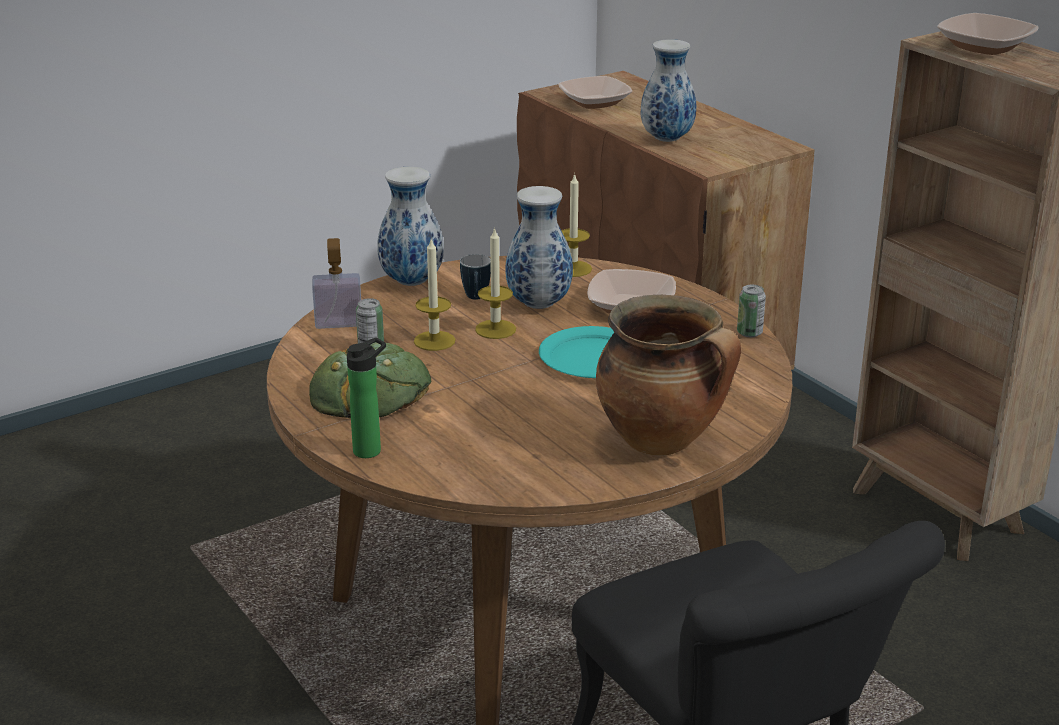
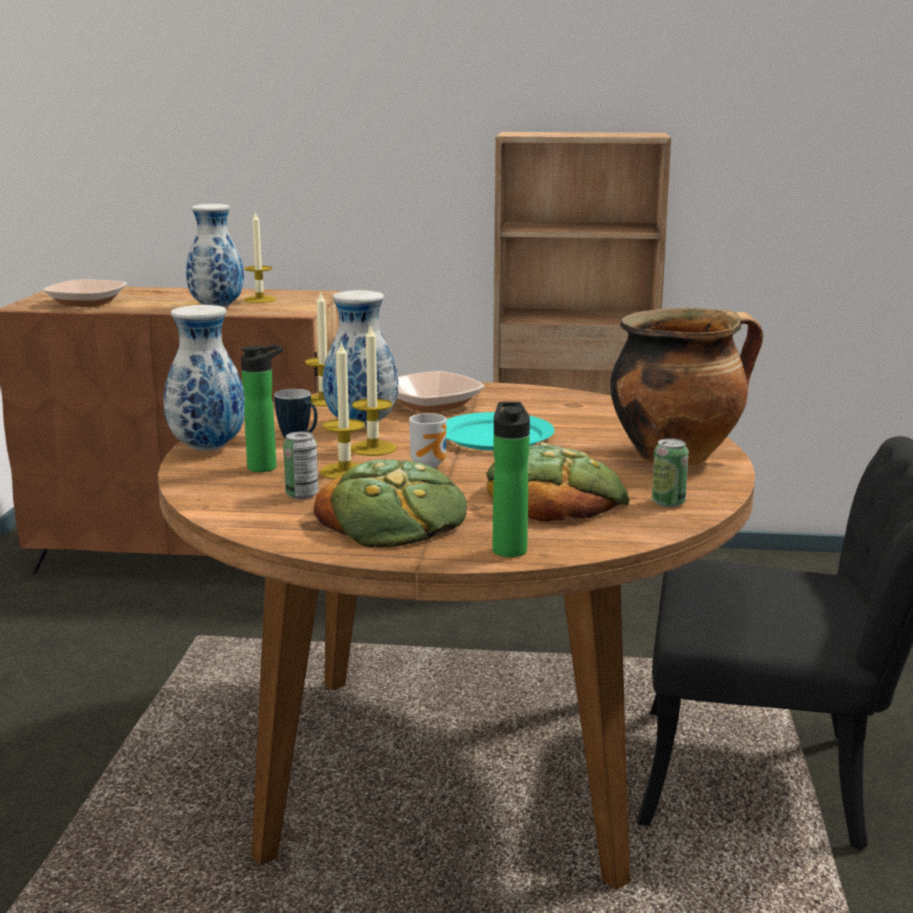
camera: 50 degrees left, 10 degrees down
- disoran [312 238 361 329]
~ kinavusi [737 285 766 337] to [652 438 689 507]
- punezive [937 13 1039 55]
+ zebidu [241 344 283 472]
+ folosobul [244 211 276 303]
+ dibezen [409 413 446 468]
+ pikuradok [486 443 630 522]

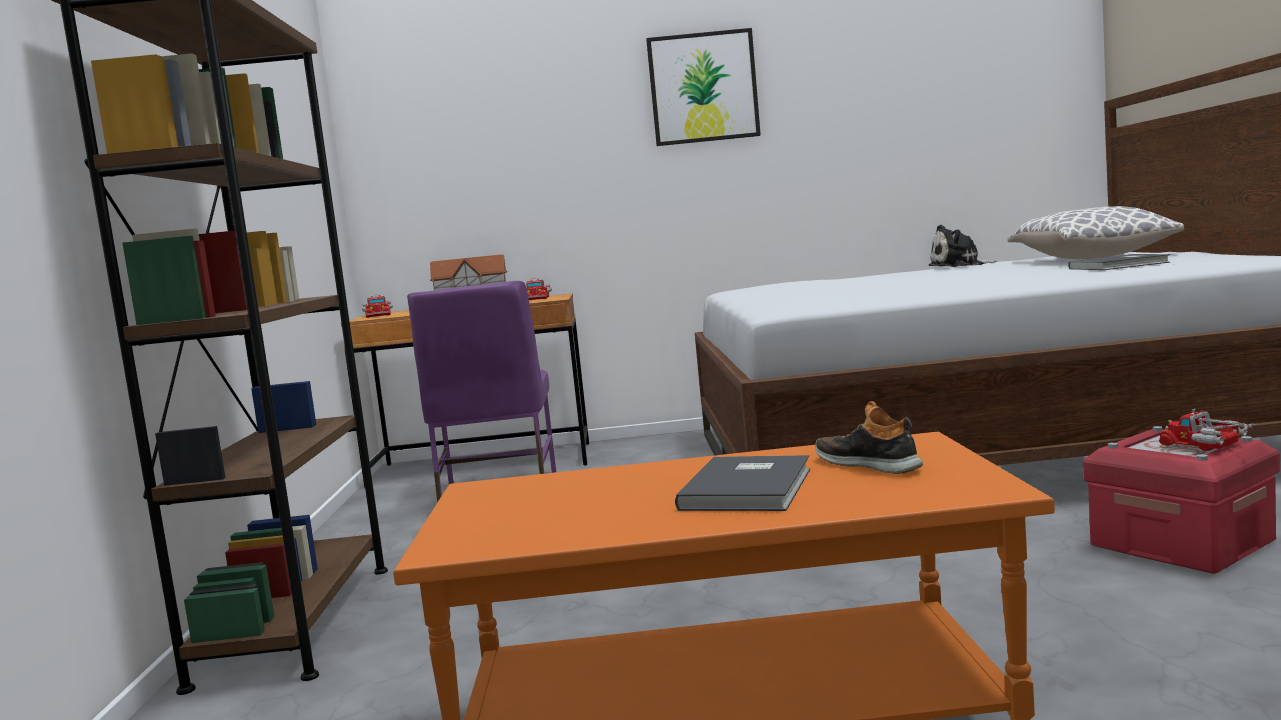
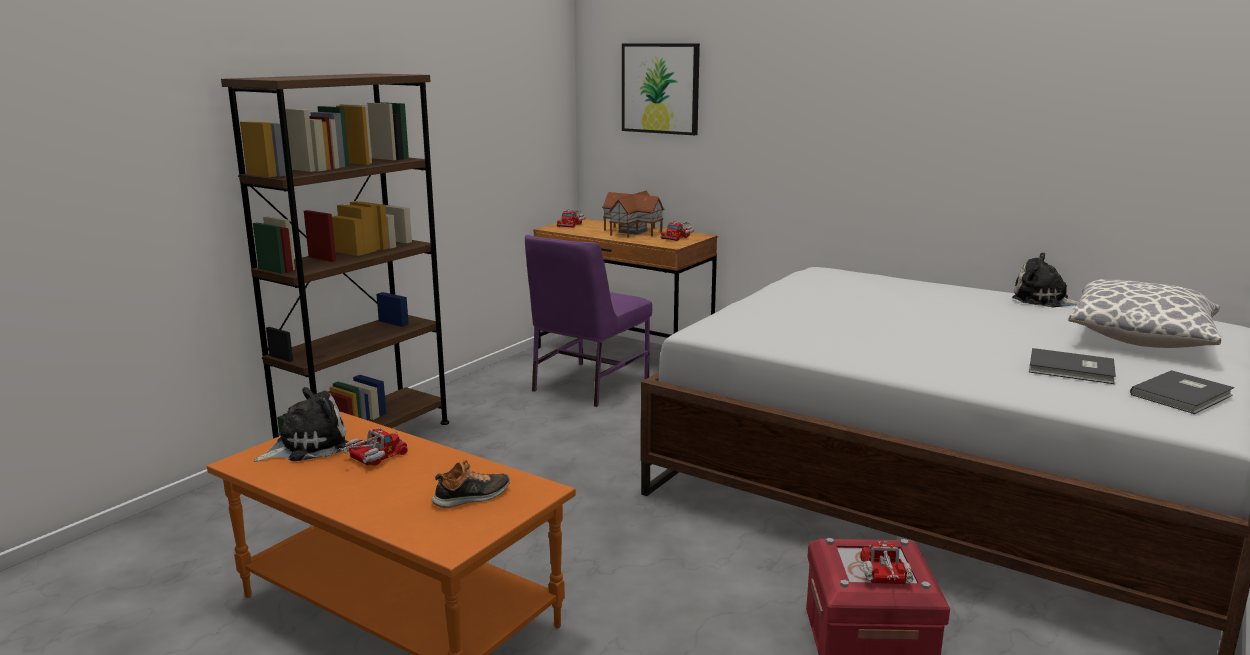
camera: 35 degrees right, 10 degrees up
~ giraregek [646 28 761 146] to [622 43 700 135]
~ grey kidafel [675 455 810 511] to [1130 370 1235 414]
~ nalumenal [815 401 923 474] = [431 459 510 508] 60 degrees clockwise
+ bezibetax [254 387 348 462]
+ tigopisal [339 427 408 466]

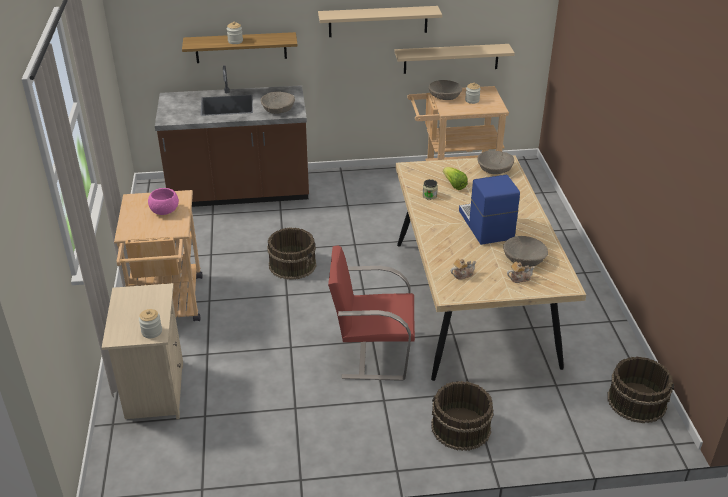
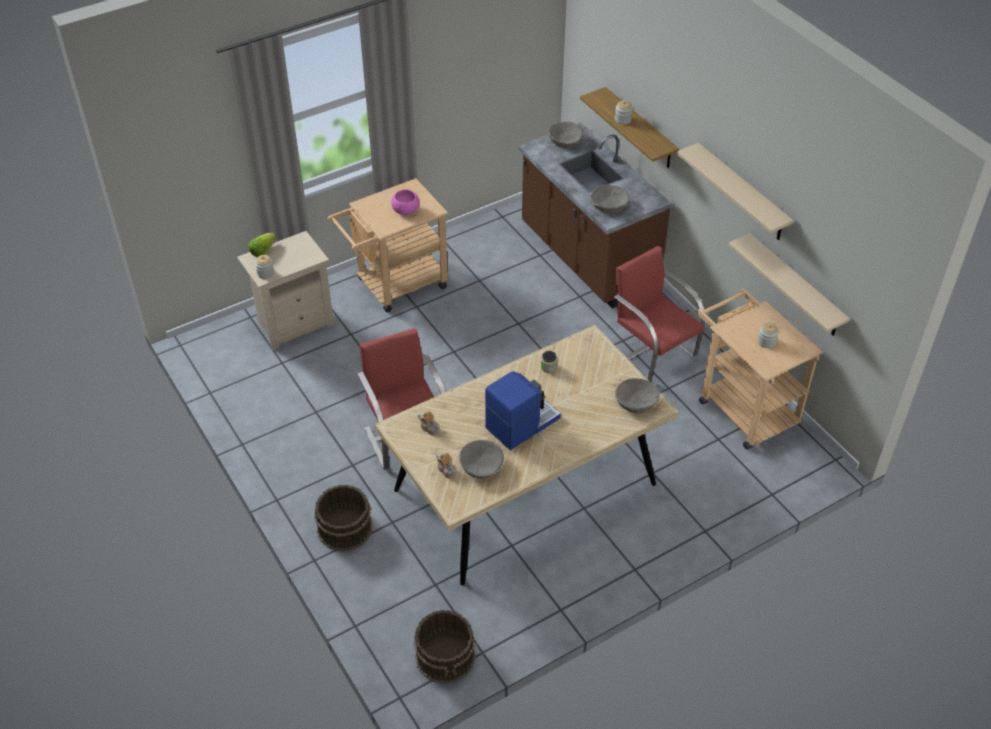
camera: 65 degrees right, 10 degrees up
- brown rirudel [267 228 316 280]
~ beige punezive [428 80 462 100] to [548 121 583 148]
~ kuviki [443 167 468 190] to [248 233 276 257]
+ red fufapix [614 246 705 382]

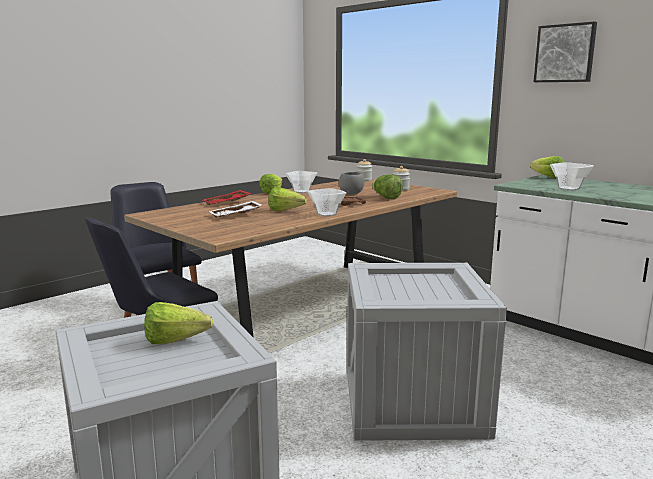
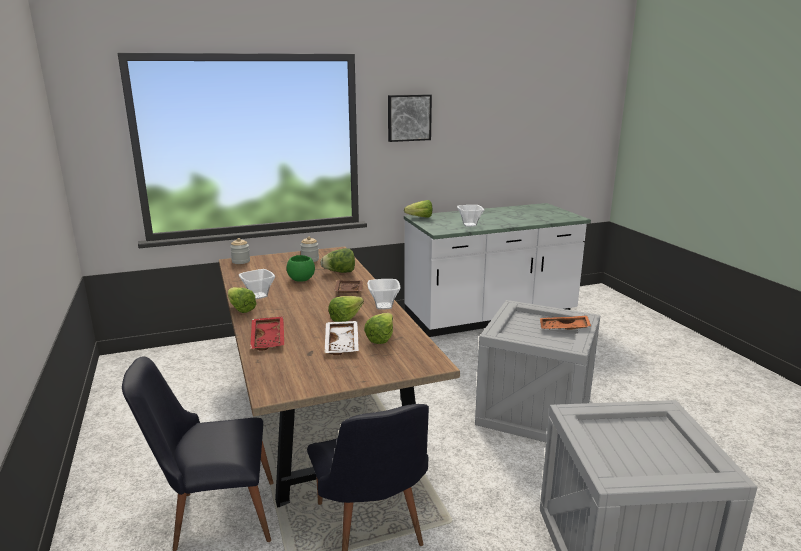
camera: 65 degrees left, 5 degrees up
~ kuviki [144 302 213 344] to [364 313 393 344]
~ grey punezive [339 172 365 195] to green punezive [287 255 315 282]
+ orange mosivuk [540 315 591 330]

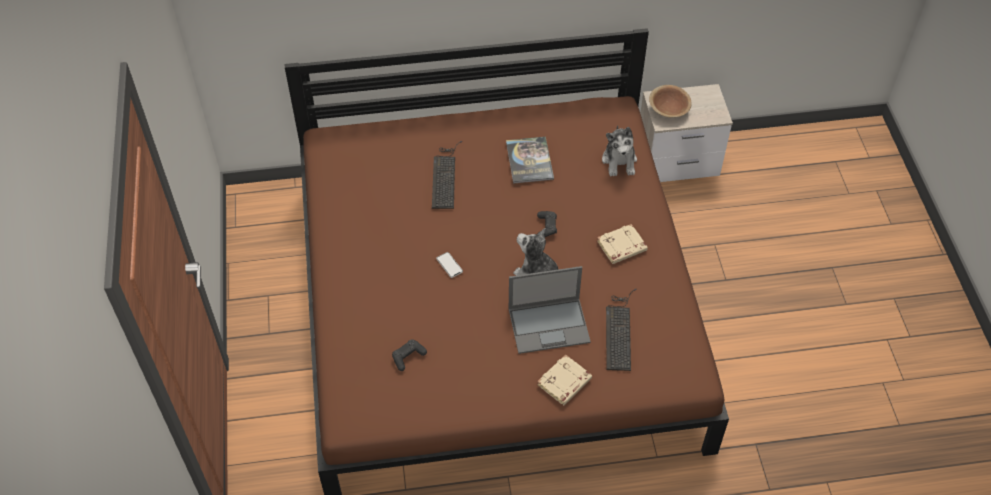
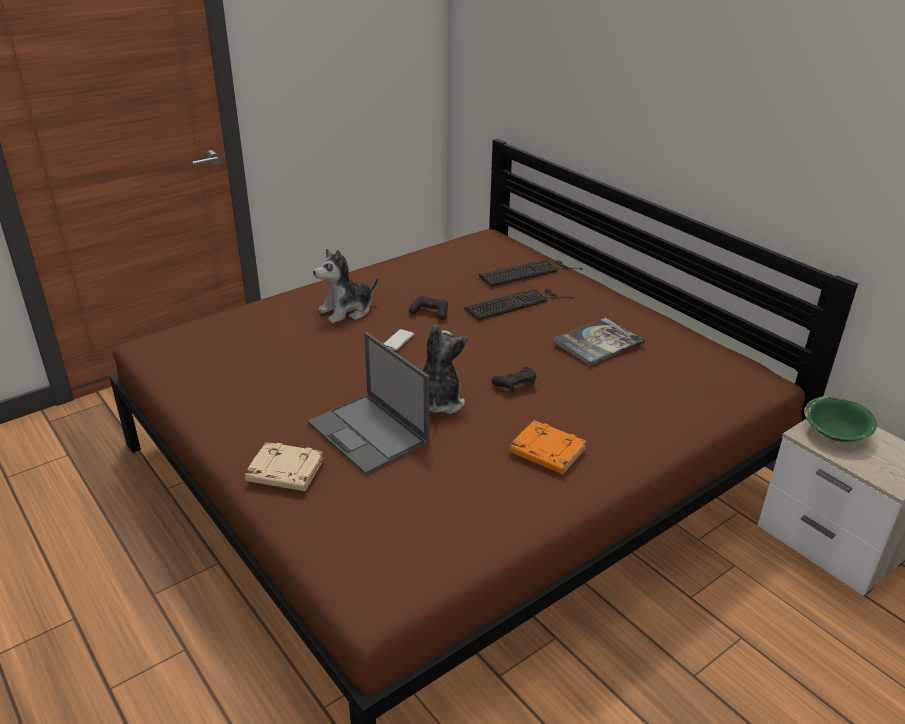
camera: 60 degrees right, 20 degrees down
~ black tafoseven [392 339 427 371] to [409 296 448 320]
~ beige kidafel [597 224 648 264] to orange kidafel [509 420 587 474]
~ bezibetax [602 125 637 176] to [313 249 378 323]
~ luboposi [606 289 637 371] to [479 260 583 287]
~ brown punezive [649 85 692 118] to green punezive [804 396 877 442]

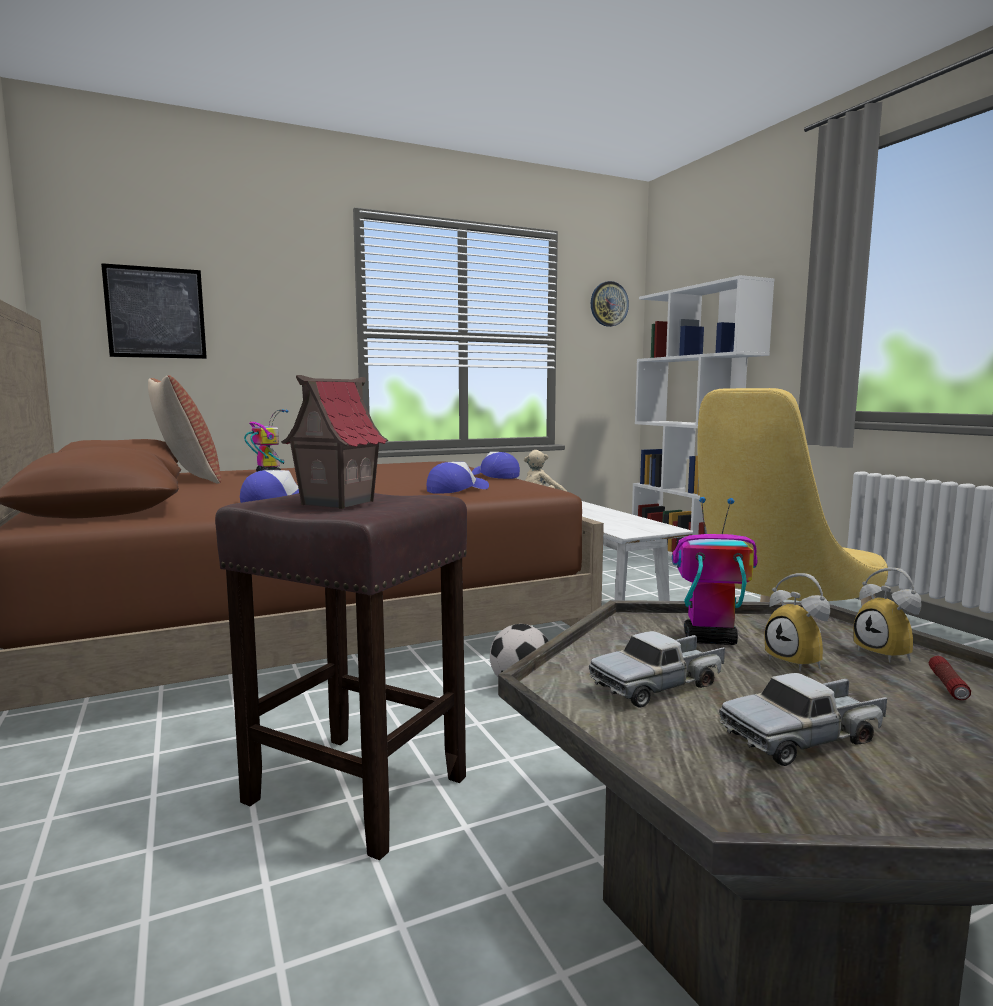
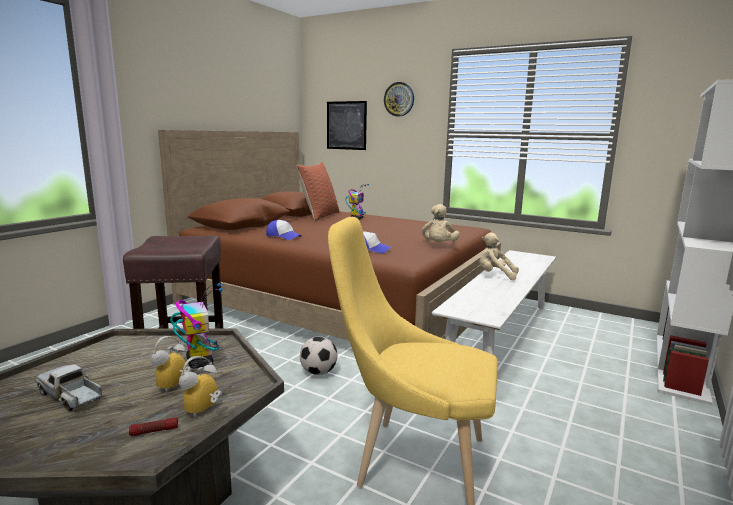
camera: 55 degrees right, 5 degrees up
- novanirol [281 375 388 509]
~ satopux [472 452 520 479] to beige bezibetax [422 204 460 242]
- tigopisal [589 631 725 707]
~ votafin [591 281 629 327] to [384 82 414 116]

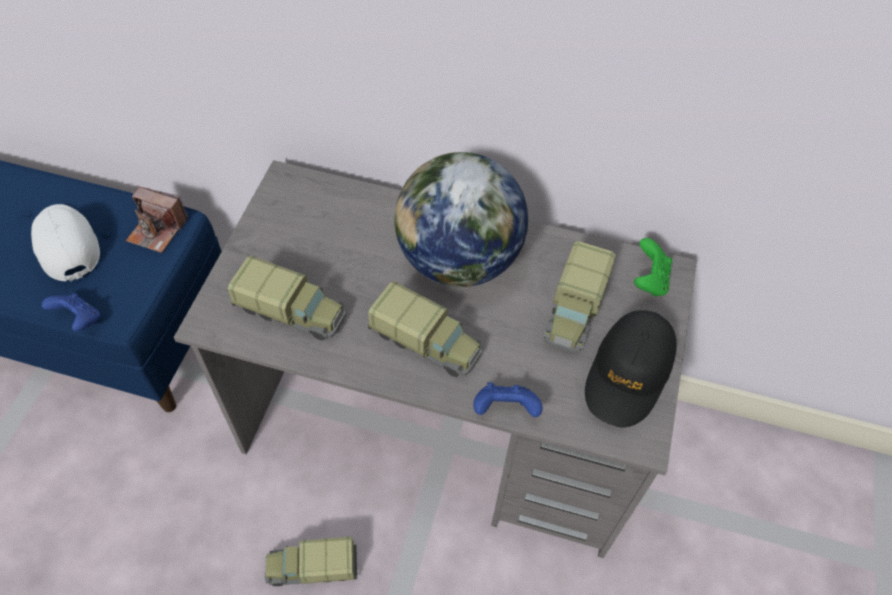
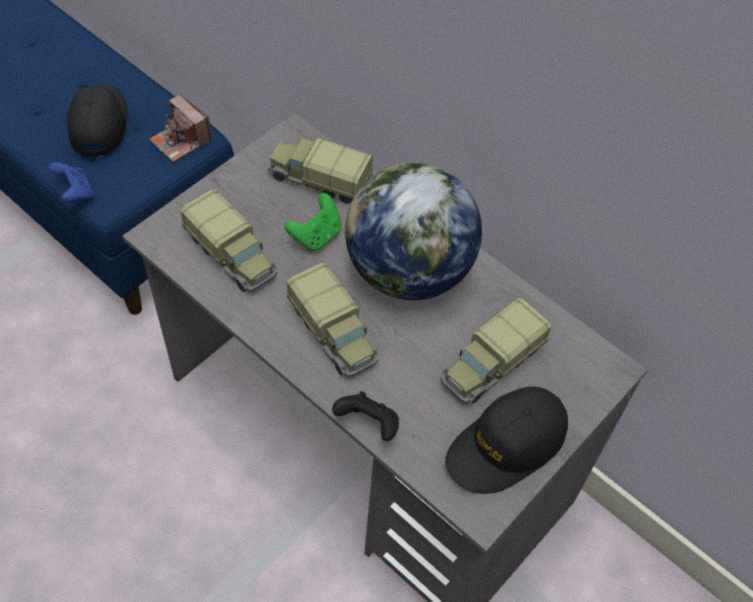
camera: 25 degrees right, 0 degrees up
~ white satopux [31 204 100 282] to black satopux [67 84 127 157]
~ tigopisal [265 536 357 586] to [268 138 374 204]
~ blue tafoseven [473 382 543 417] to black tafoseven [332 391 399 441]
~ green tafoseven [634 238 672 297] to [284 193 342 251]

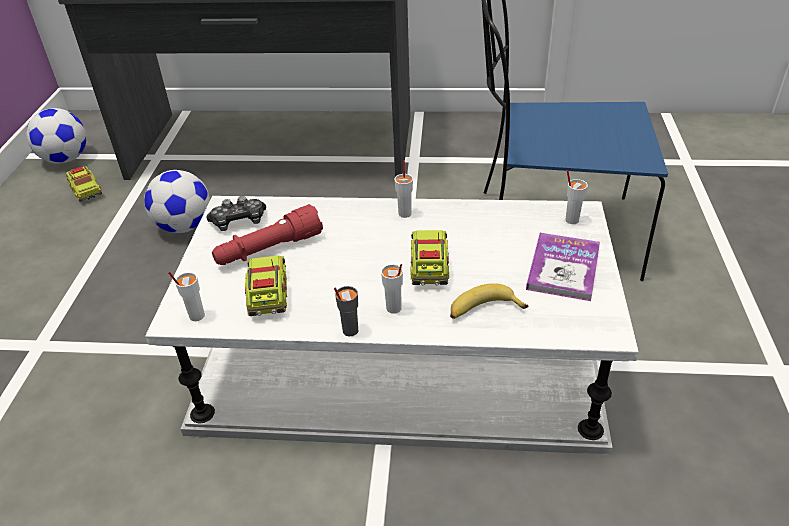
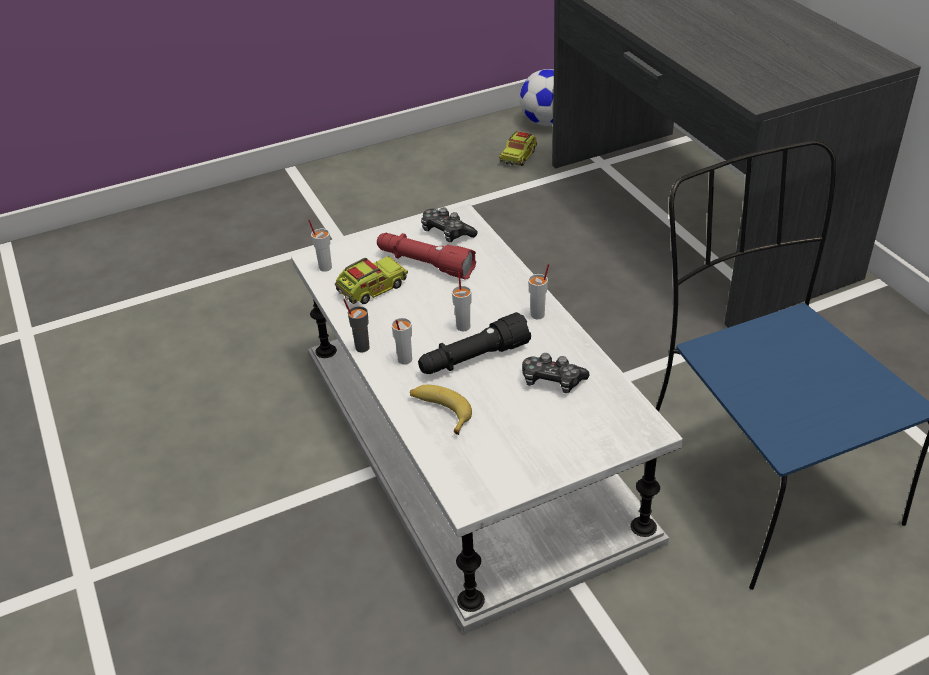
camera: 60 degrees right, 0 degrees up
- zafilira [144 170 210 233]
~ tigopisal [411 230 449 285] to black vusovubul [418 312 531 374]
- kidafel [526 233 600 301]
~ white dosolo [565 170 588 224] to [452 272 472 331]
+ tafoseven [522 353 590 393]

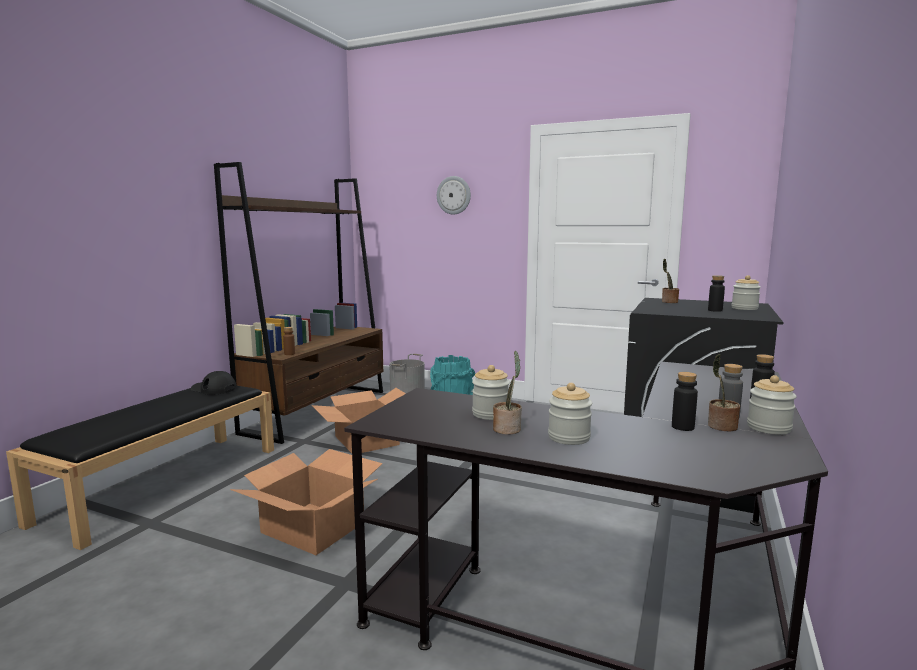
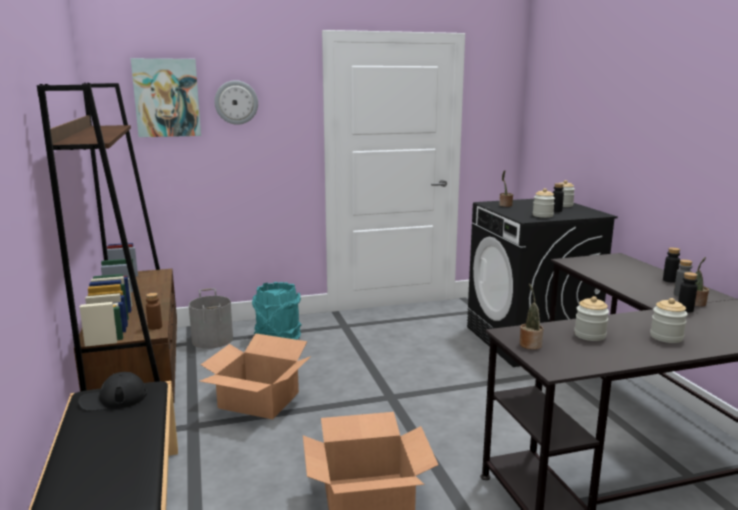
camera: 40 degrees left, 5 degrees up
~ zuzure [493 351 522 434] to [520 283 543 350]
~ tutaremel [747 375 797 435] to [533 188 555 218]
+ giraregek [131 58 201 137]

